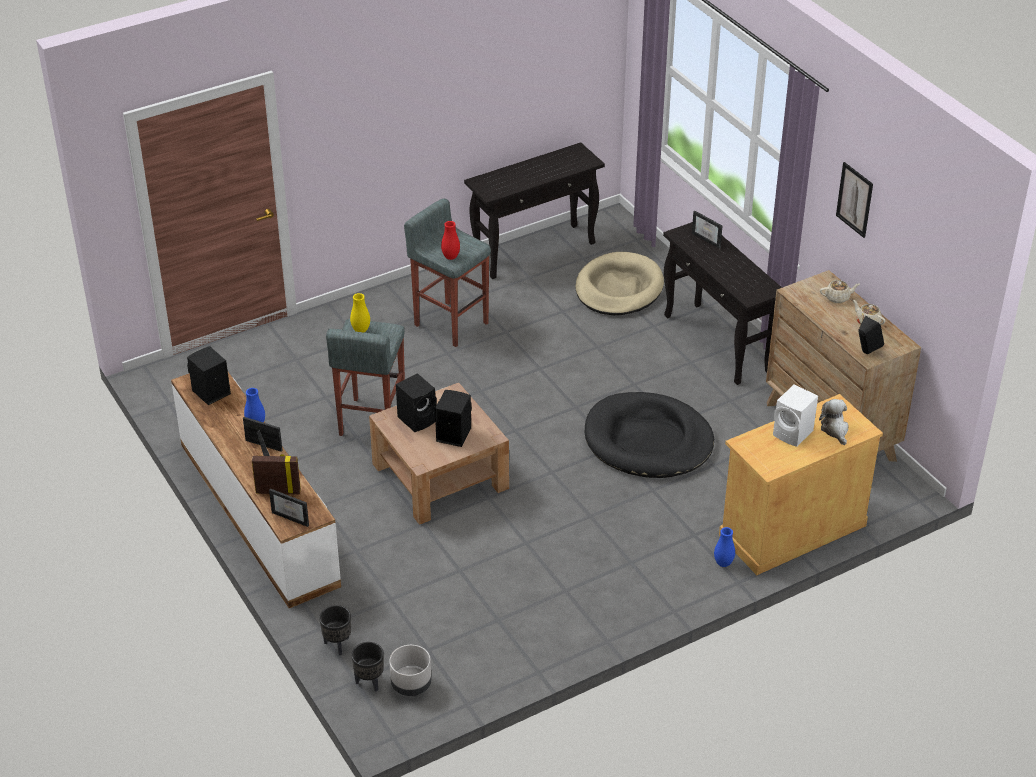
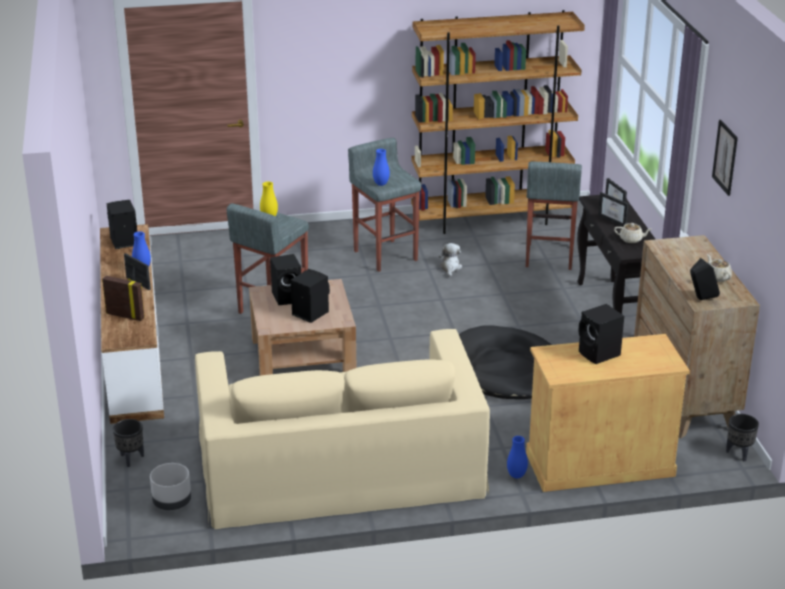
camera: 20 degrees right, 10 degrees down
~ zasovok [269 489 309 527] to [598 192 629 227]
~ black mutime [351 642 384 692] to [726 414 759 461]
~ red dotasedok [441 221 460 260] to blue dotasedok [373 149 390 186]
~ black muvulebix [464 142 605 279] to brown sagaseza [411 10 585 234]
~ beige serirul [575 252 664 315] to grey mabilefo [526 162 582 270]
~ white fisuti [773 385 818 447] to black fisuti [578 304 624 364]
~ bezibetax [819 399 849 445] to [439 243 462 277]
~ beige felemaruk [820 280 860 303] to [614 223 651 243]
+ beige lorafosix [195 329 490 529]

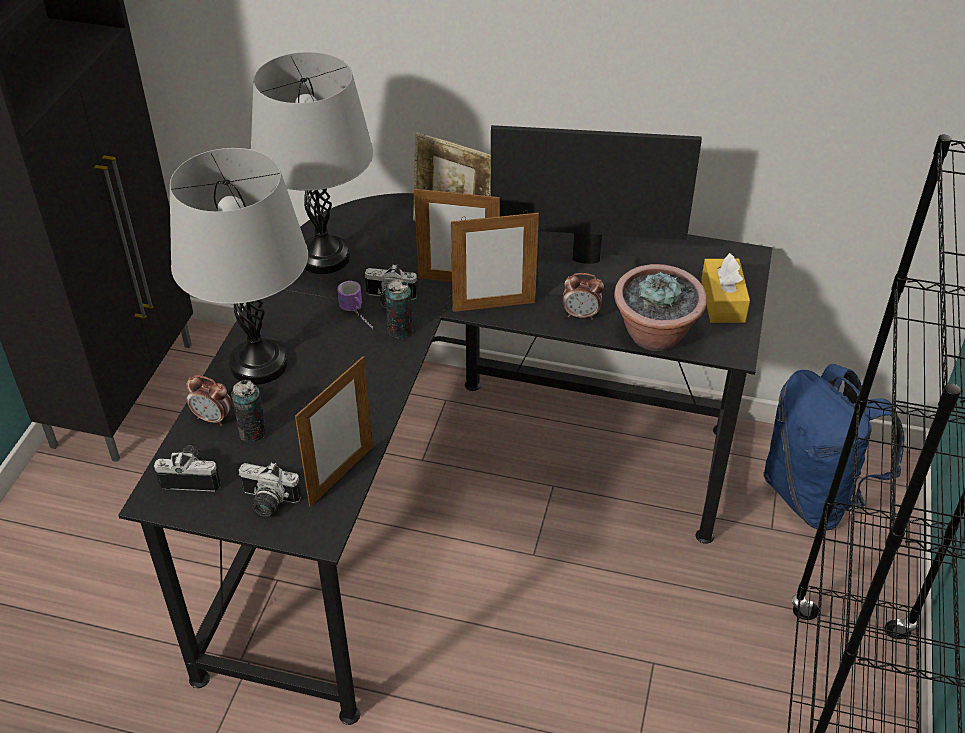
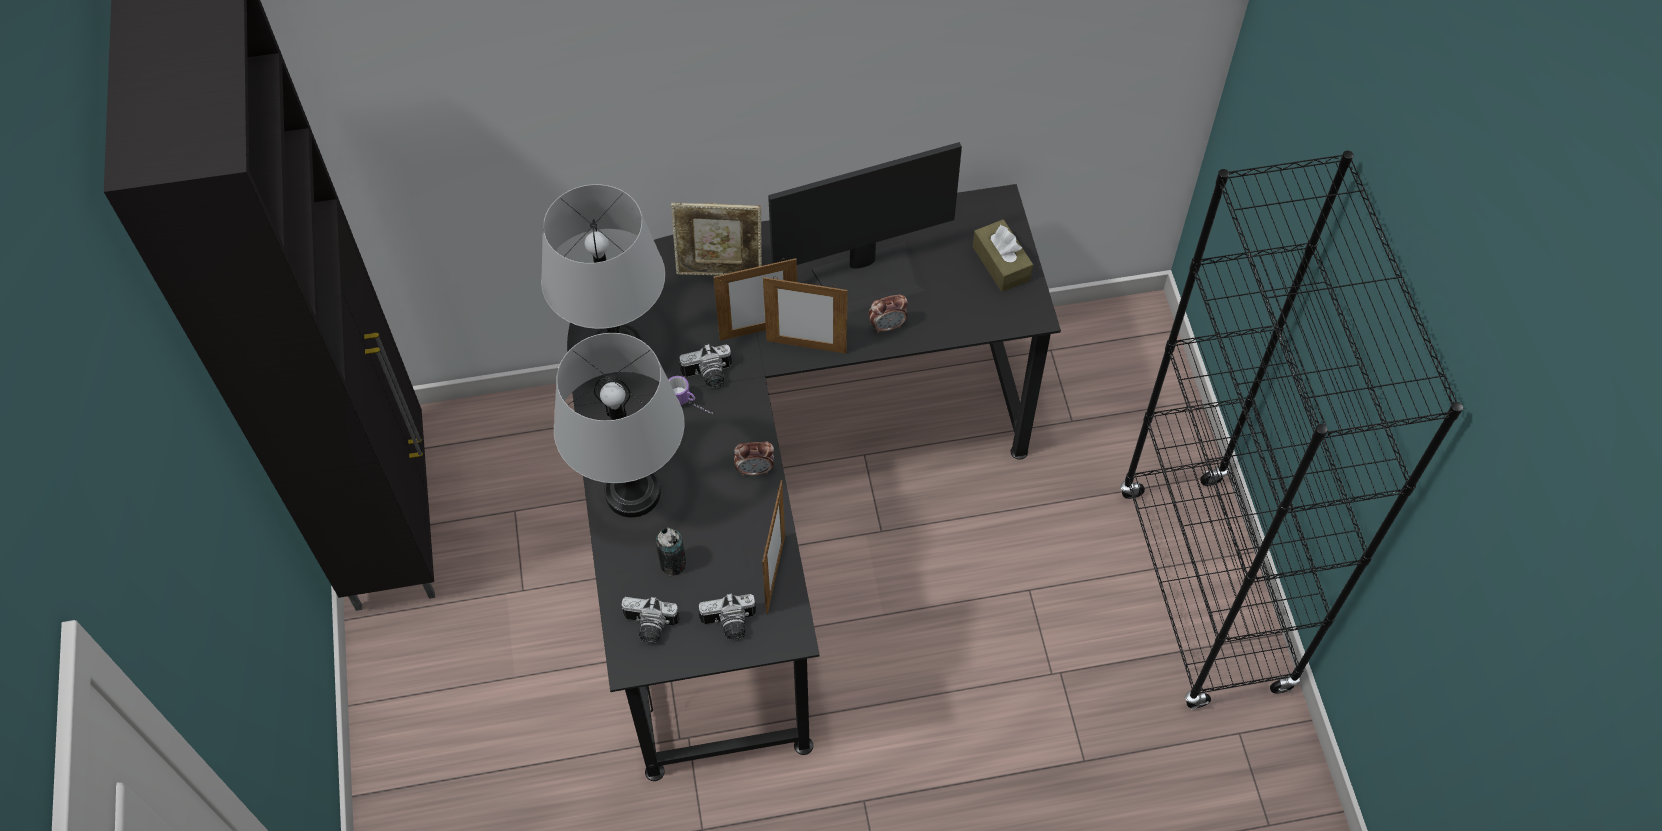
camera: 25 degrees left, 15 degrees up
~ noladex [154 446 220 492] = [621 597 680 644] 150 degrees counterclockwise
~ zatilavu [186 375 232 426] to [734 441 774 476]
- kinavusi [385 280 413 338]
~ zasovok [451 210 539 312] = [763 276 848 353] 45 degrees clockwise
- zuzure [614 264 707 351]
~ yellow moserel [701 253 750 323] to brown moserel [973 219 1033 292]
- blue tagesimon [763 364 905 530]

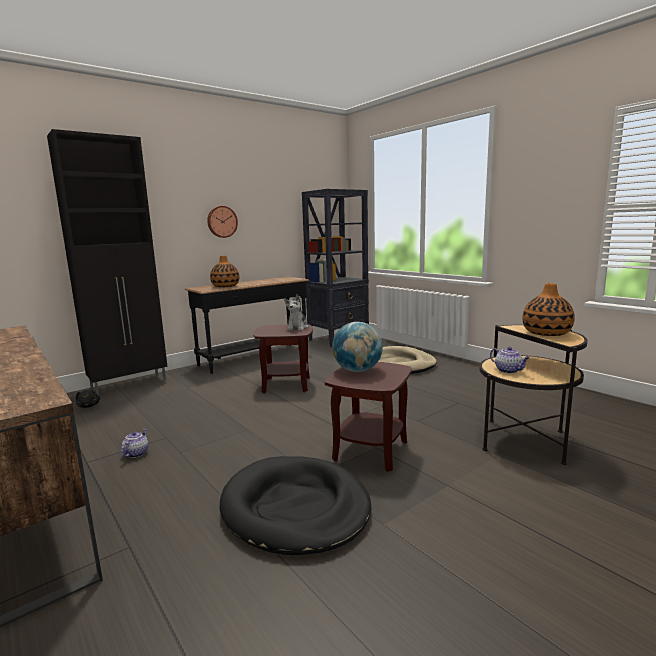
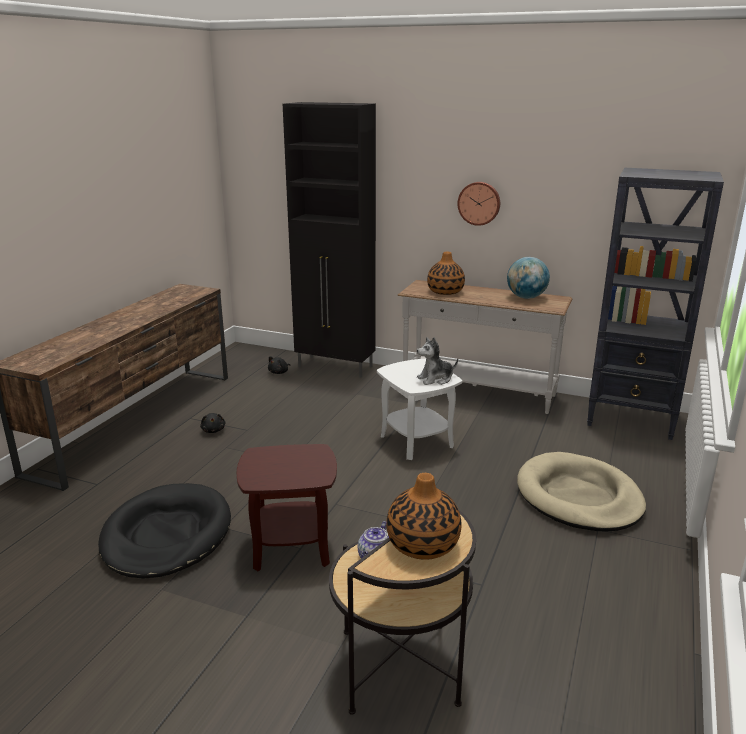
camera: 60 degrees right, 10 degrees up
~ felemaruk [121 429 148 458] to black bezibetax [200 413 225 433]
~ black muvulebix [185 277 310 374] to white muvulebix [397 280 572 414]
~ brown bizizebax [253 324 313 393] to white bizizebax [377 359 462 460]
~ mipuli [332 322 383 372] to [507 257 550 299]

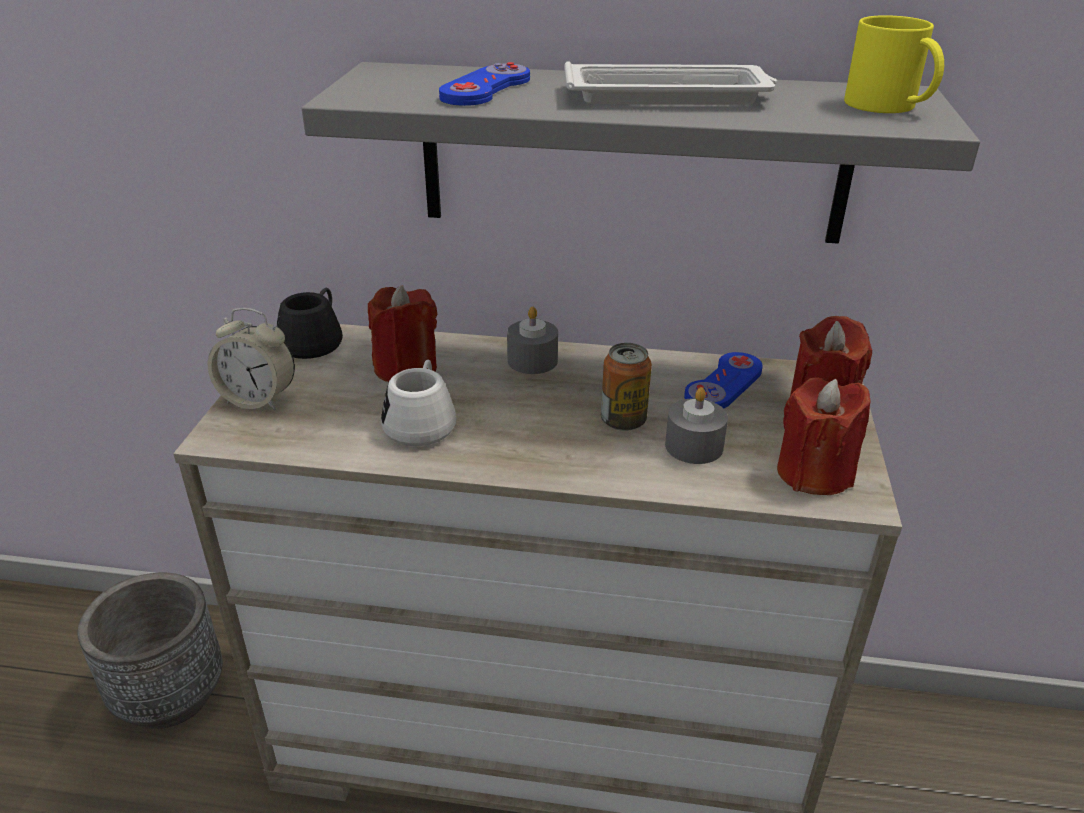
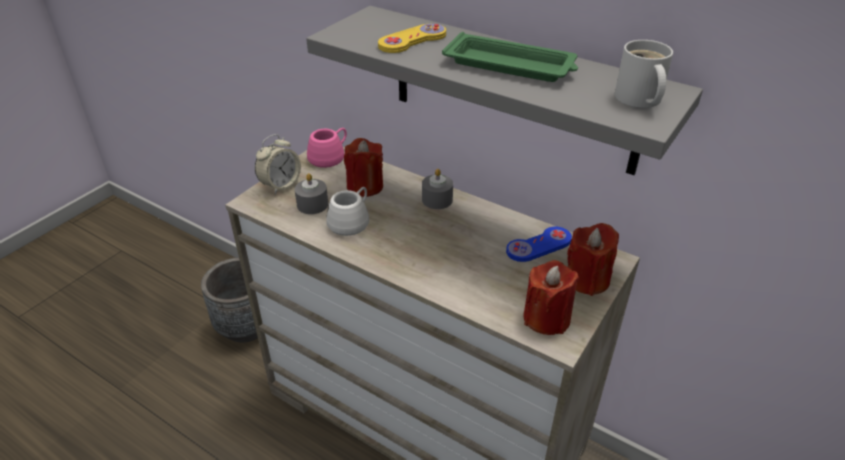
camera: 25 degrees right, 5 degrees up
~ zatilavu [208 308 295 410] = [255 134 301 194] 90 degrees counterclockwise
~ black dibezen [277 288 343 359] to pink dibezen [307 128 347 168]
~ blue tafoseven [439 62 530 106] to yellow tafoseven [378 24 446 53]
~ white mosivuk [564 61 777 105] to green mosivuk [442 32 578 82]
- kinavusi [601 343 652 431]
~ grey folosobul [665 387 728 464] to [295 173 328 214]
~ yellow dibezen [844 15 944 113] to white dibezen [615 40 673 108]

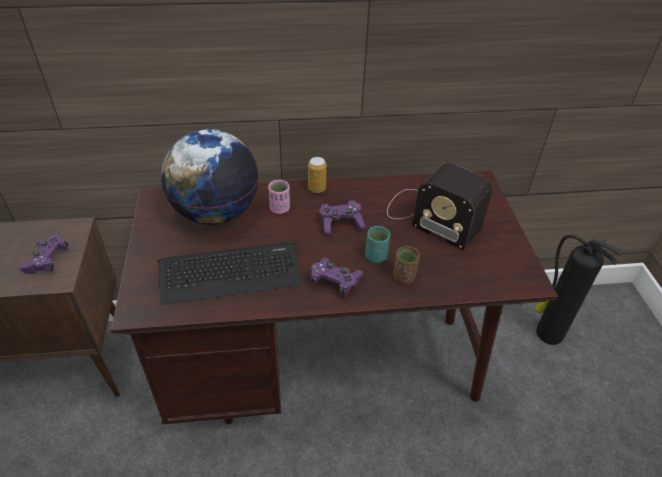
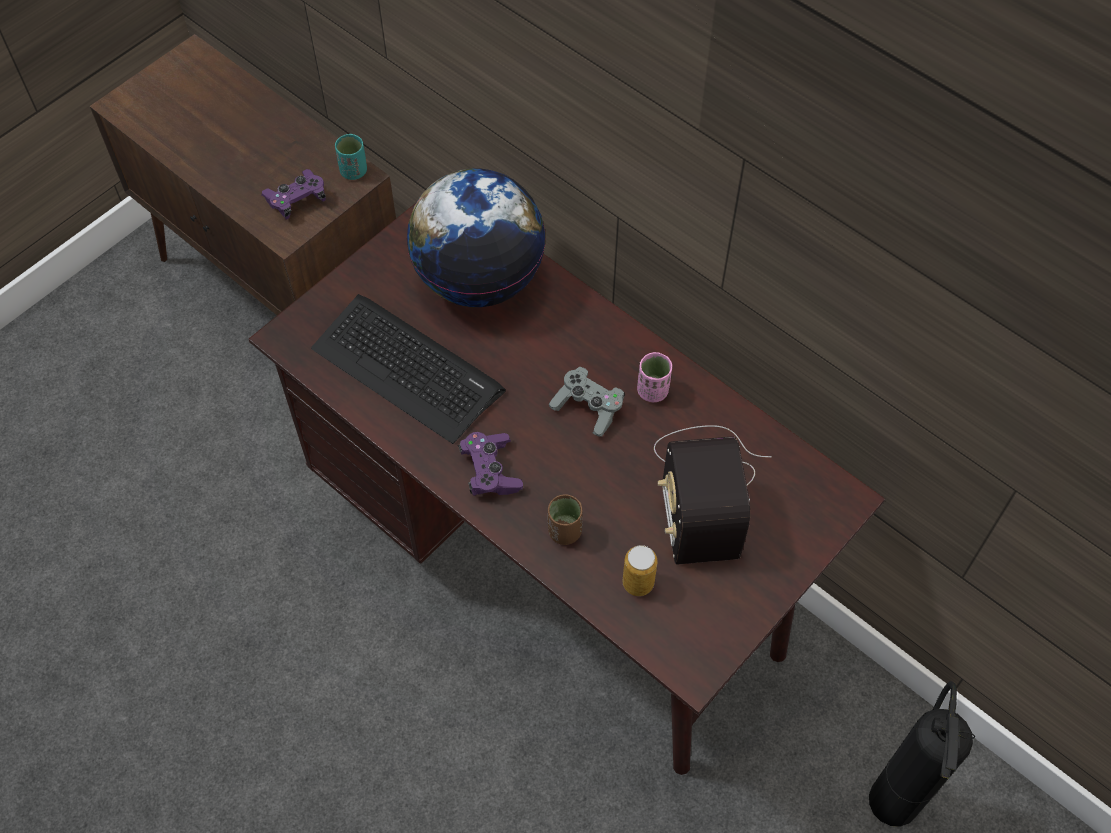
camera: 50 degrees right, 15 degrees up
~ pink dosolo [268 180 290 214] to [637 352 672 402]
~ kinavusi [308 157 327 193] to [622 545 658 596]
~ purple tafoseven [319 200 365 236] to grey tafoseven [549 367 625 437]
~ turquoise dosolo [365 226 390 263] to [335 134 367 180]

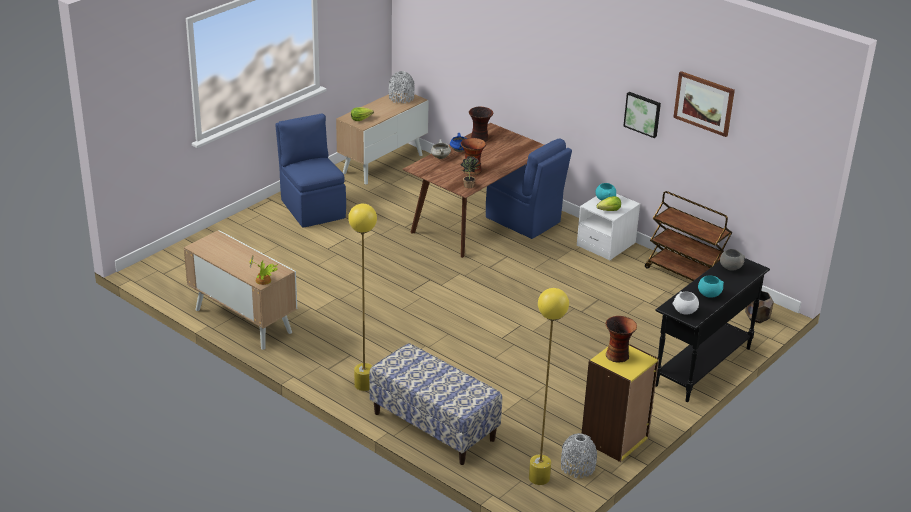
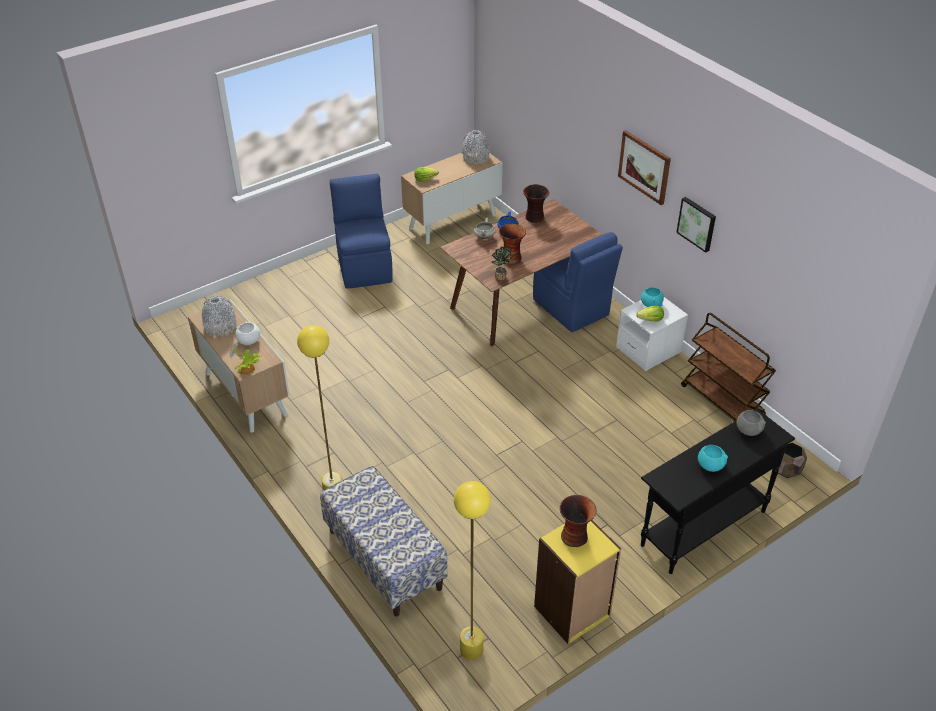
camera: 15 degrees right, 10 degrees up
~ grey dotasedok [561 433 597 478] to [202 296 236 337]
~ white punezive [672 291 699 314] to [235 322 260 345]
~ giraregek [673 71 735 137] to [618 130 671 205]

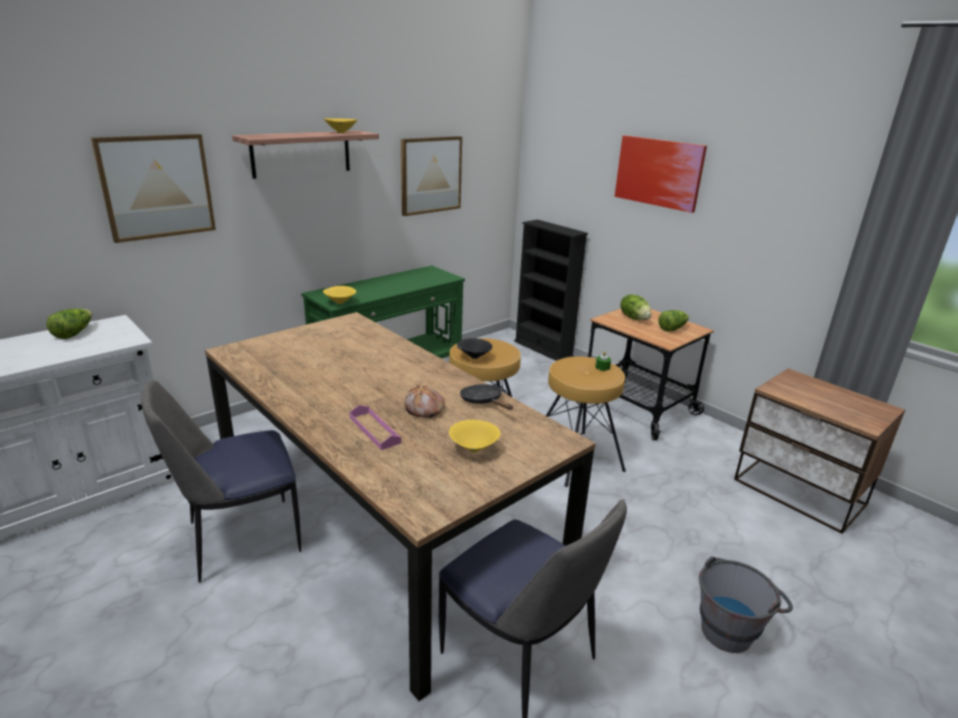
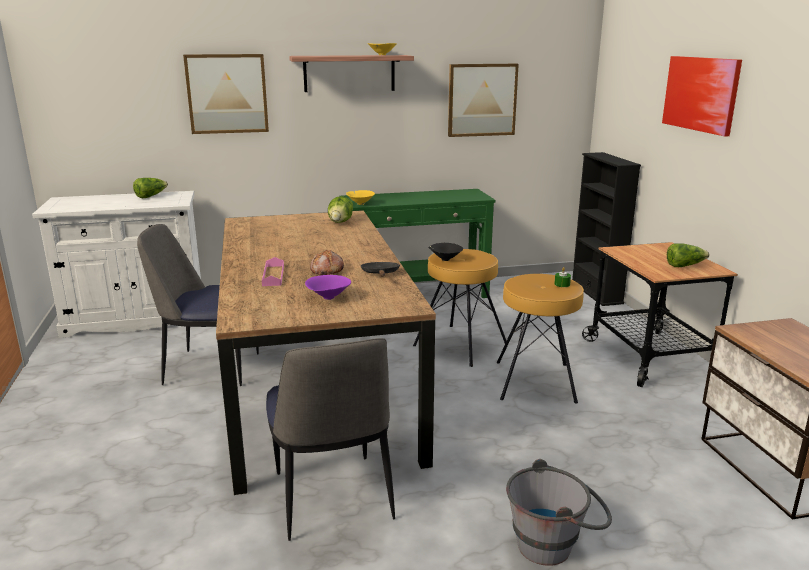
camera: 30 degrees right, 5 degrees down
~ yellow punezive [449 420 501 452] to purple punezive [305 275 351 300]
~ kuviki [620 294 651 320] to [328 196 353 223]

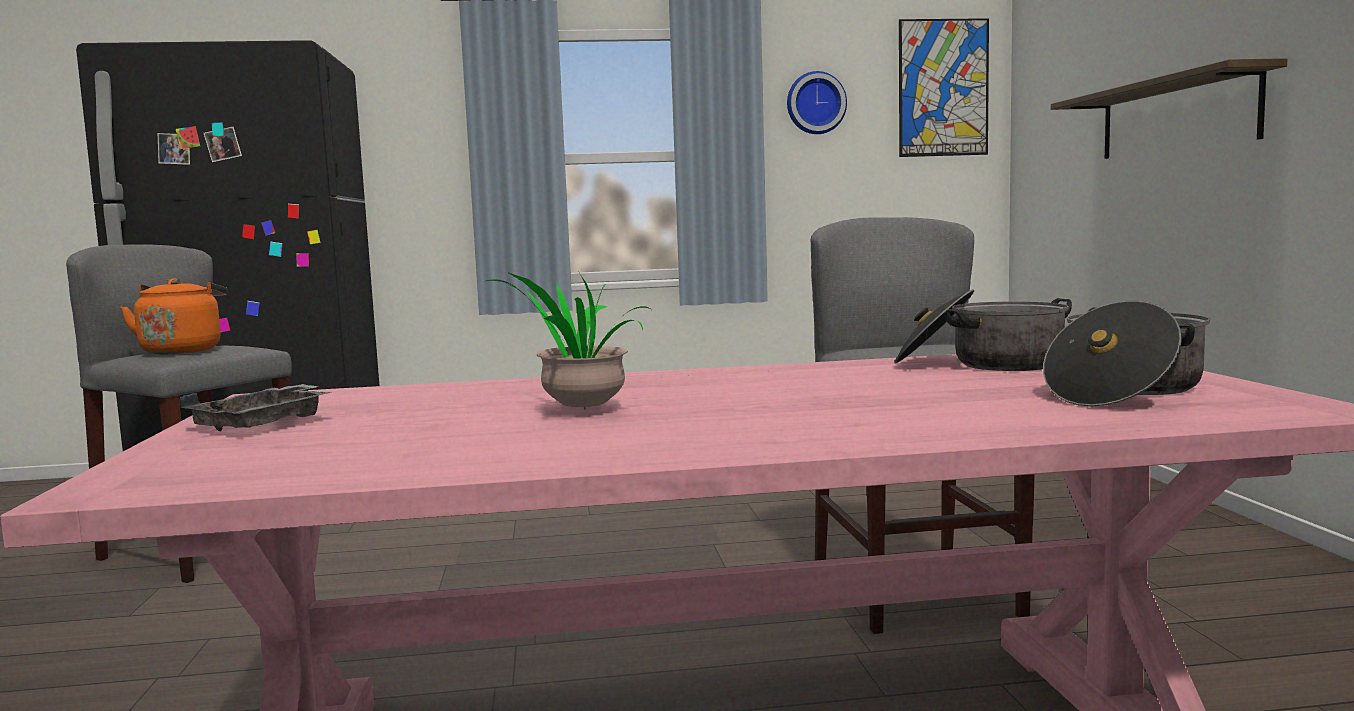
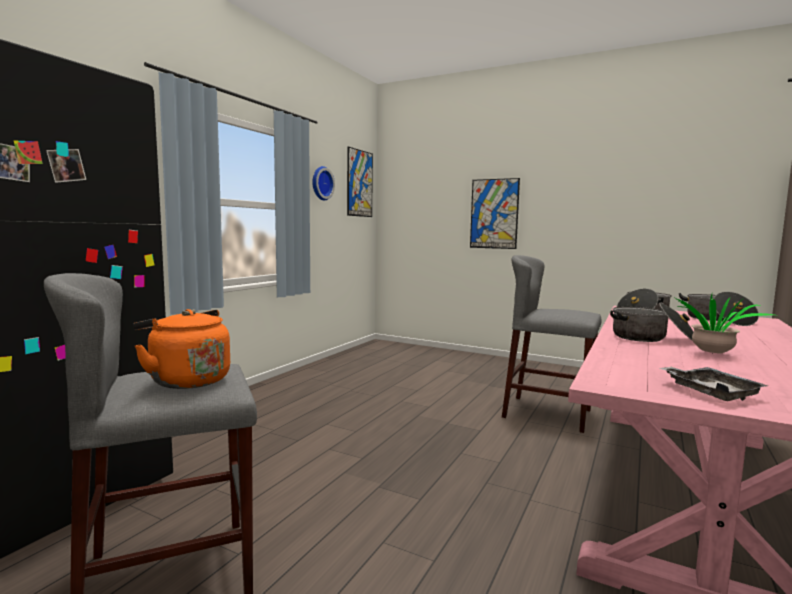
camera: 55 degrees left, 0 degrees up
~ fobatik [1051 58 1287 159] to giraregek [470 178 520 249]
+ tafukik [610 302 693 342]

